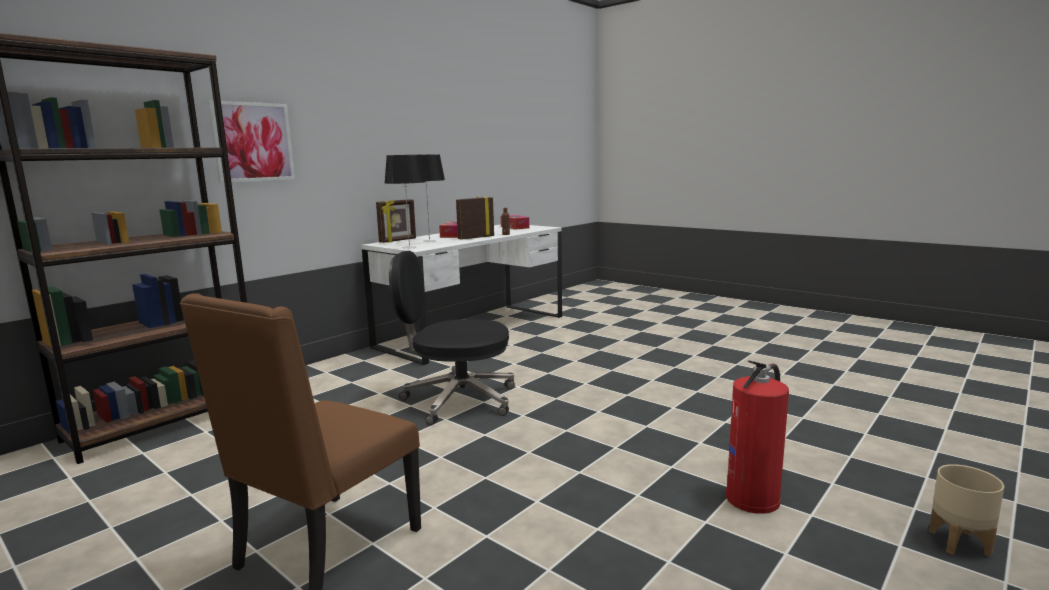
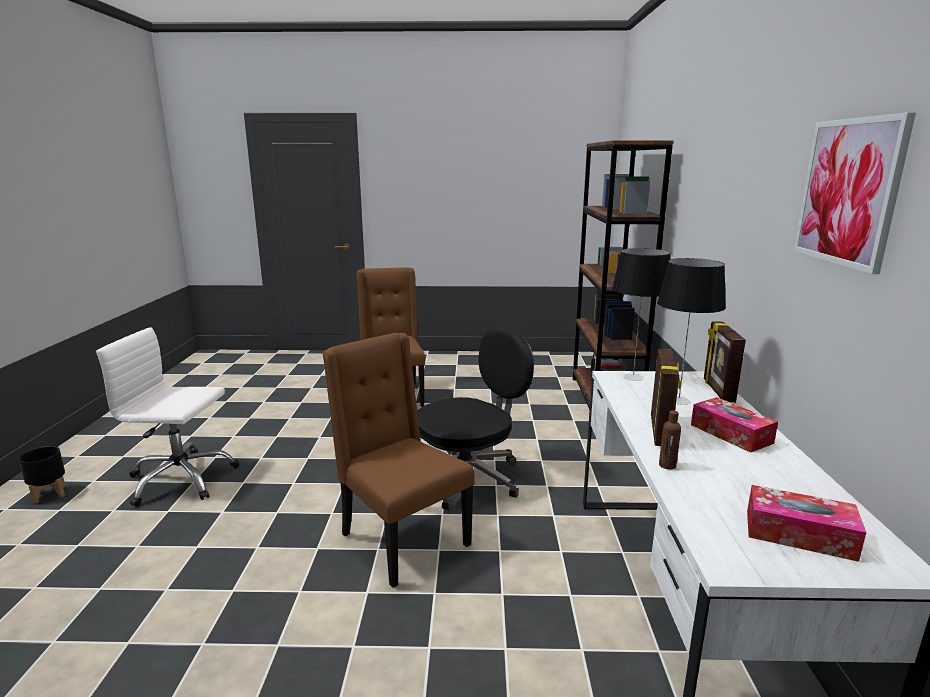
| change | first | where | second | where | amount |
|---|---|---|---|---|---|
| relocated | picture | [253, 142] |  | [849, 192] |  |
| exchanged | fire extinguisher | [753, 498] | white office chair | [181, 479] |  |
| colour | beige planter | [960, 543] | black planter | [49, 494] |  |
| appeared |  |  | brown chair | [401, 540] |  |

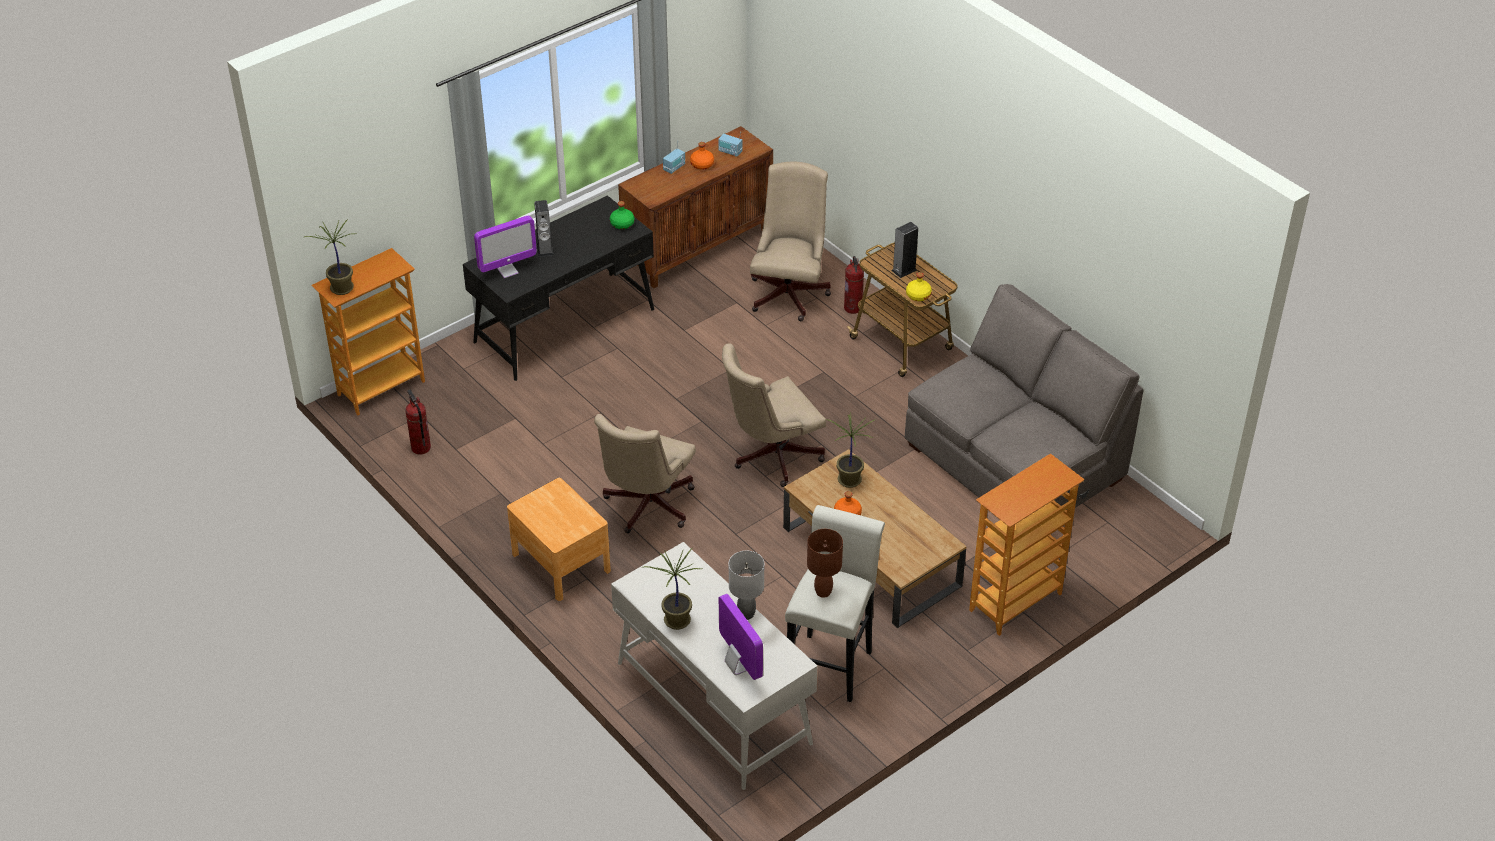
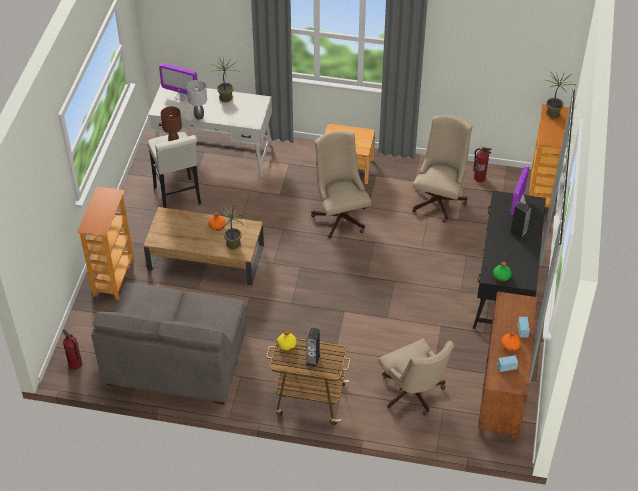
| change | first | where | second | where | amount |
|---|---|---|---|---|---|
| relocated | fire extinguisher | [853, 308] |  | [75, 364] |  |
| relocated | beige office chair | [771, 456] |  | [439, 199] |  |

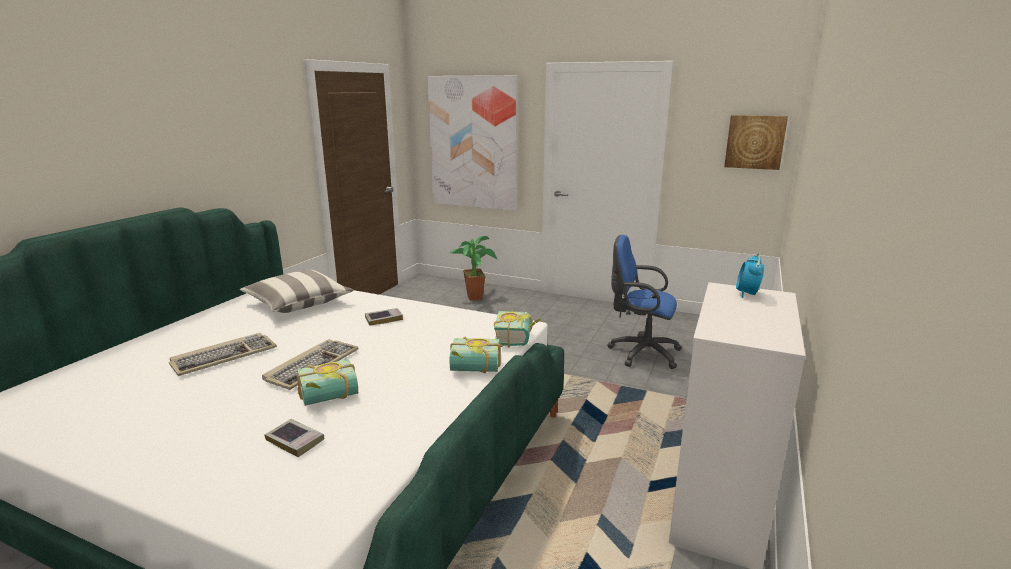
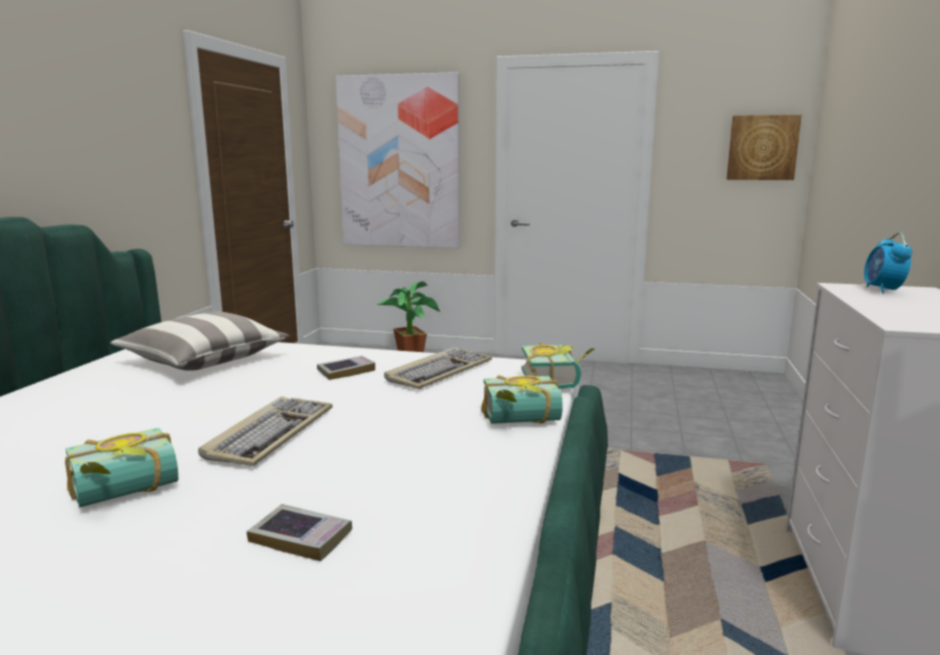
| change | first | where | second | where | amount |
|---|---|---|---|---|---|
| missing | blue office chair | [640, 352] |  |  |  |
| relocated | keyboard | [224, 356] |  | [439, 372] |  |
| relocated | book | [330, 398] |  | [127, 493] |  |

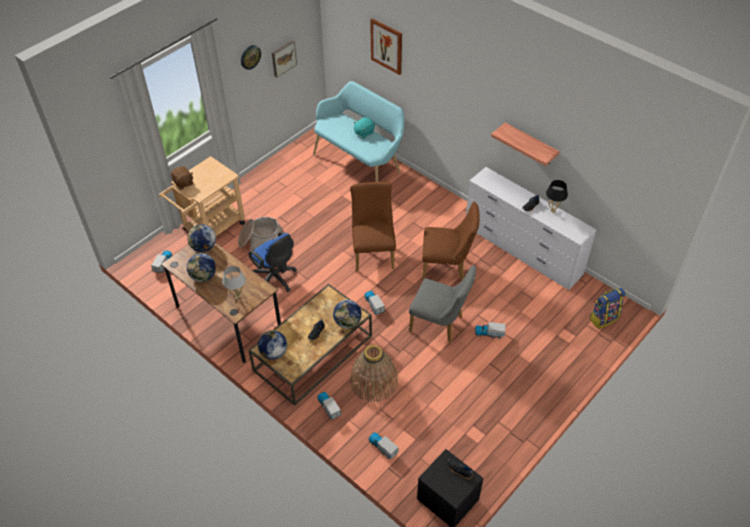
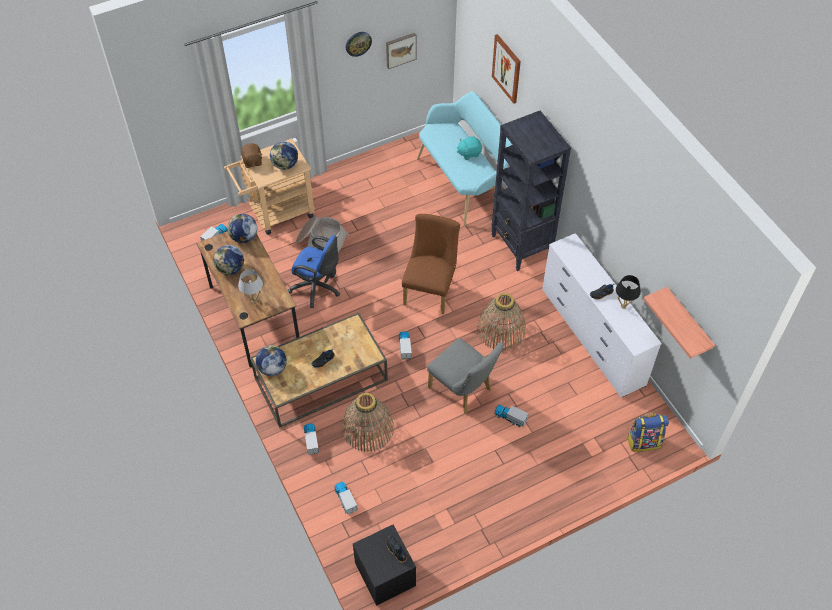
| change | first | where | second | where | amount |
|---|---|---|---|---|---|
| relocated | shelf | [530, 144] |  | [687, 322] |  |
| exchanged | brown chair | [447, 267] | basket | [501, 330] |  |
| spun | blue office chair | [275, 279] |  | [318, 288] | 45 degrees counterclockwise |
| relocated | globe | [348, 322] |  | [285, 165] |  |
| appeared |  |  | black bookcase | [521, 246] |  |

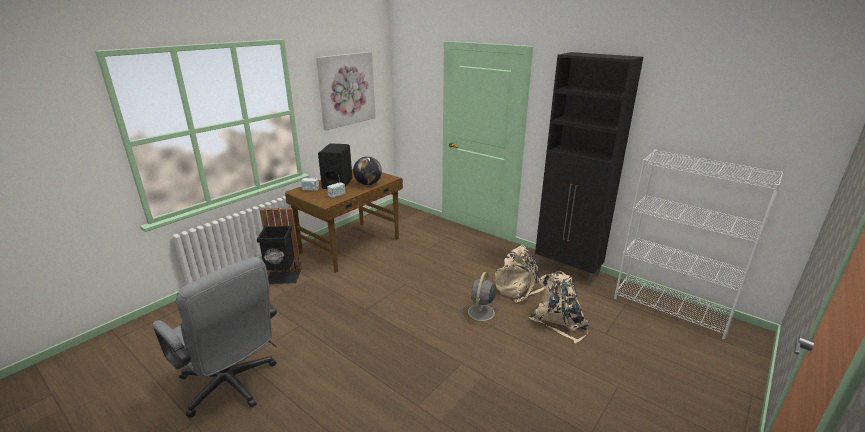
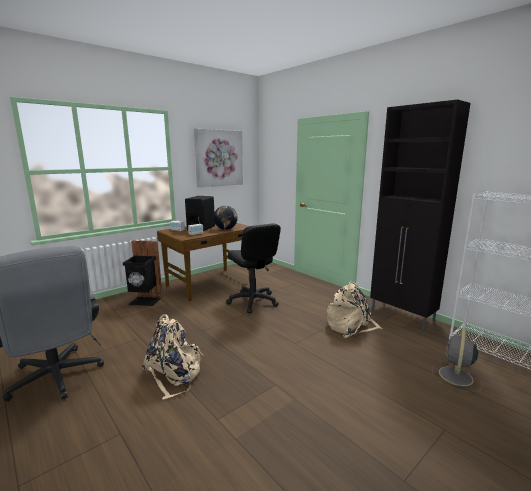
| change | first | where | second | where | amount |
|---|---|---|---|---|---|
| relocated | beige backpack | [559, 321] |  | [174, 374] |  |
| relocated | grey fan | [480, 313] |  | [455, 377] |  |
| appeared |  |  | black office chair | [253, 301] |  |

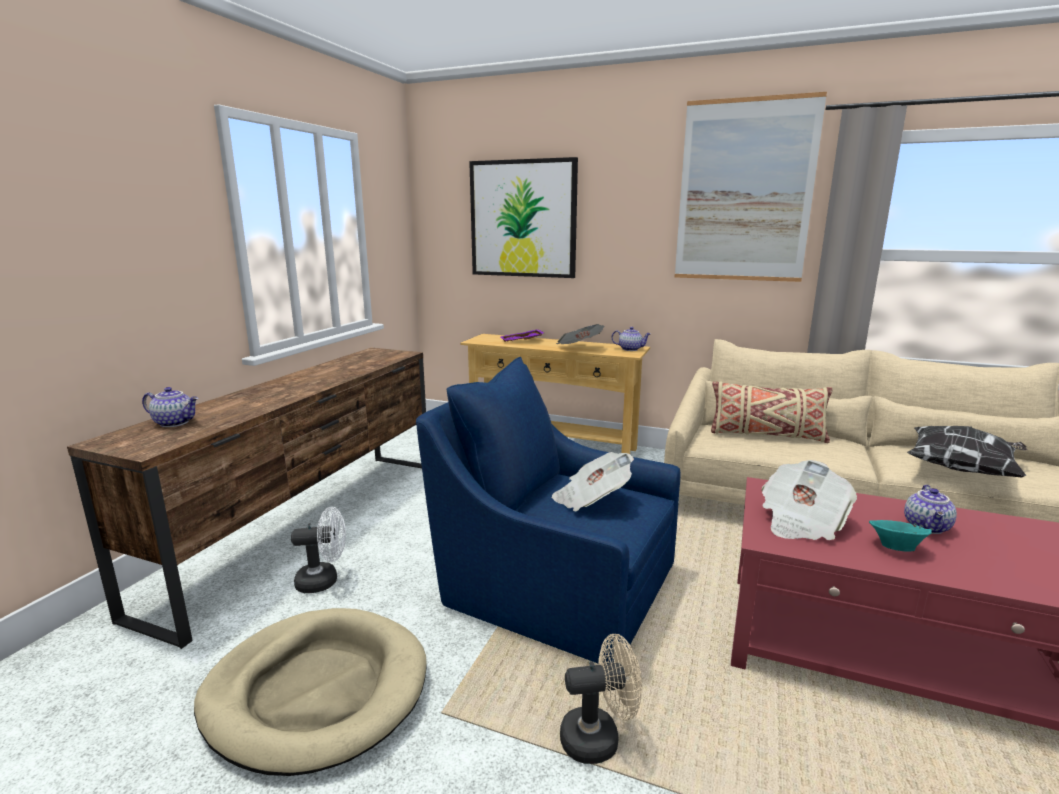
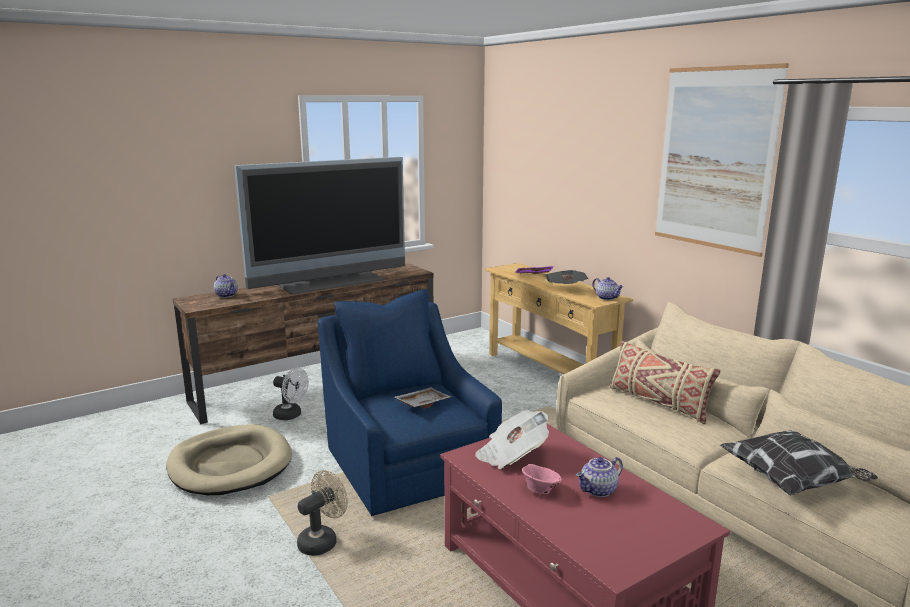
| change | first | where | second | where | amount |
|---|---|---|---|---|---|
| missing | picture | [523, 219] |  |  |  |
| exchanged | newspaper | [591, 499] | grey tray | [422, 403] |  |
| colour | turquoise bowl | [895, 548] | pink bowl | [540, 490] |  |
| spun | beige fan | [599, 738] |  | [322, 540] | 75 degrees counterclockwise |
| appeared |  |  | television | [332, 282] |  |

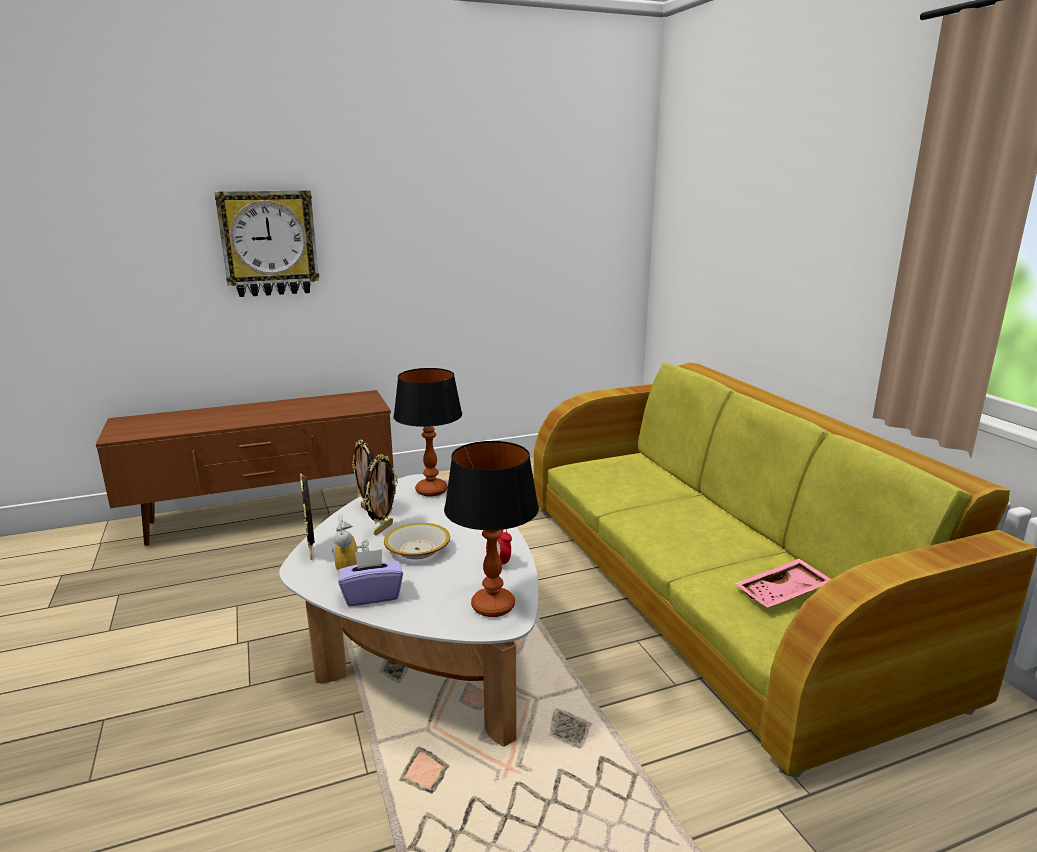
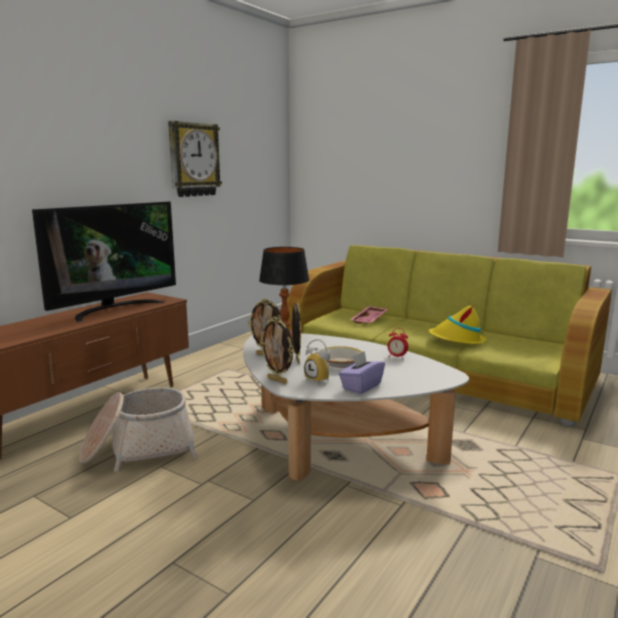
| change | first | where | second | where | amount |
|---|---|---|---|---|---|
| relocated | wall clock | [269, 243] |  | [193, 160] |  |
| missing | table lamp | [493, 606] |  |  |  |
| relocated | pink tray | [783, 594] |  | [370, 320] |  |
| appeared |  |  | television | [114, 309] |  |
| appeared |  |  | yellow hat | [457, 340] |  |
| appeared |  |  | basket | [139, 449] |  |

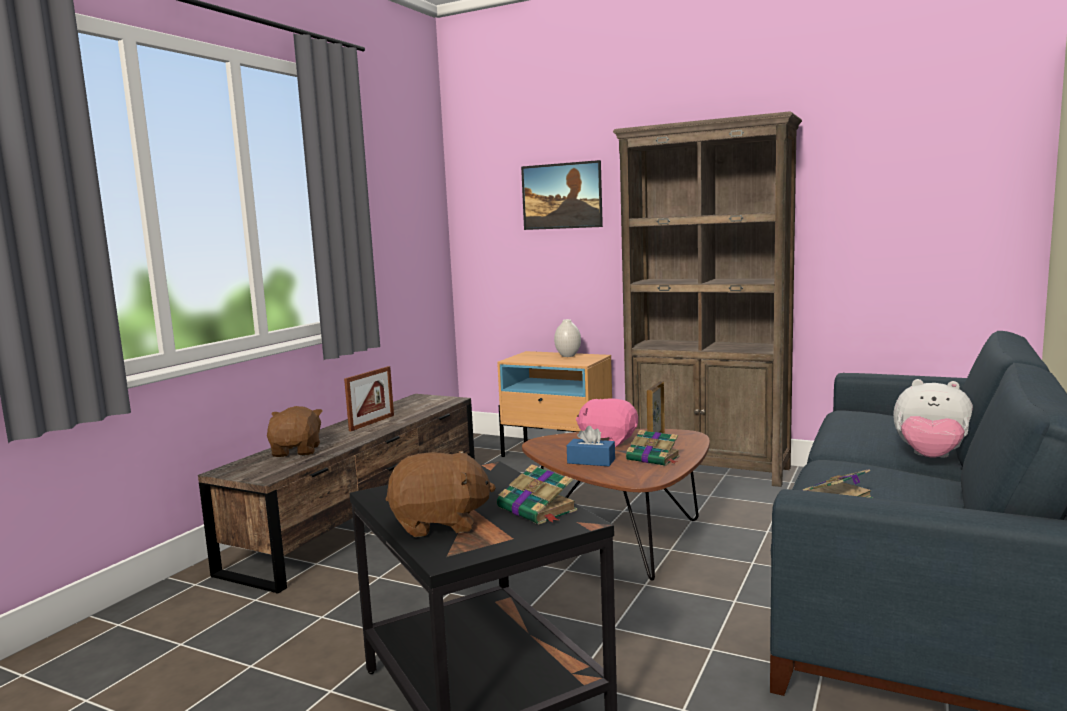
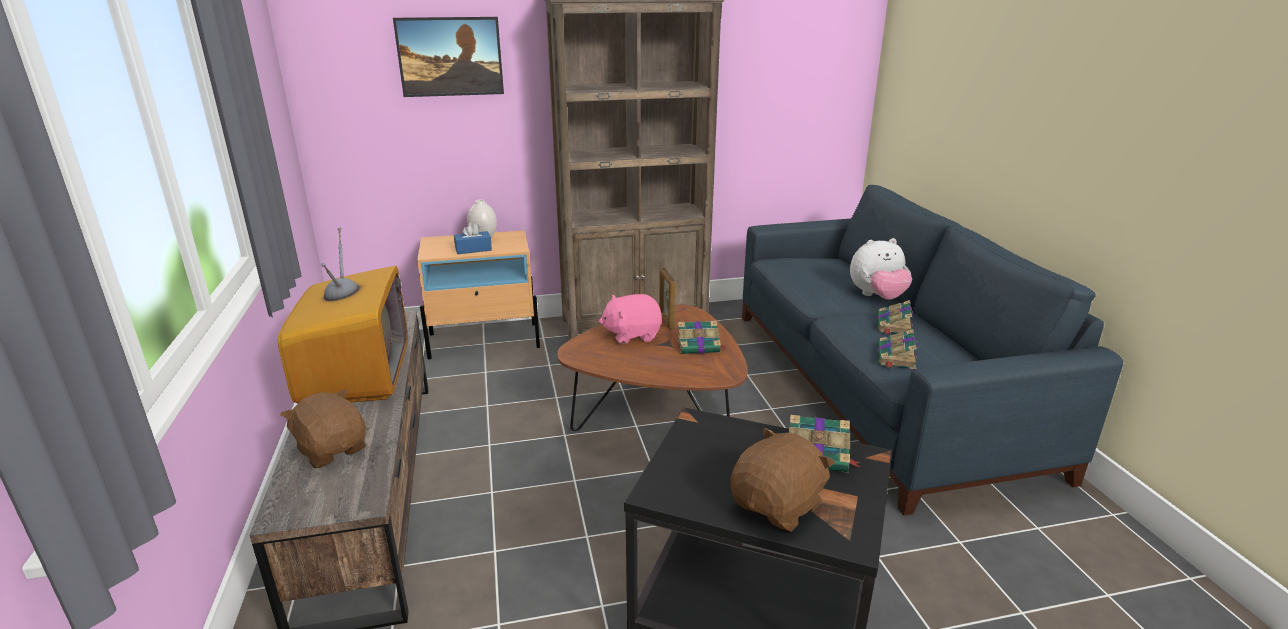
| change | first | where | second | where | amount |
|---|---|---|---|---|---|
| exchanged | picture frame | [372, 423] | television | [357, 377] |  |
| relocated | blue tissue box | [591, 461] |  | [473, 249] |  |
| appeared |  |  | book | [893, 326] |  |

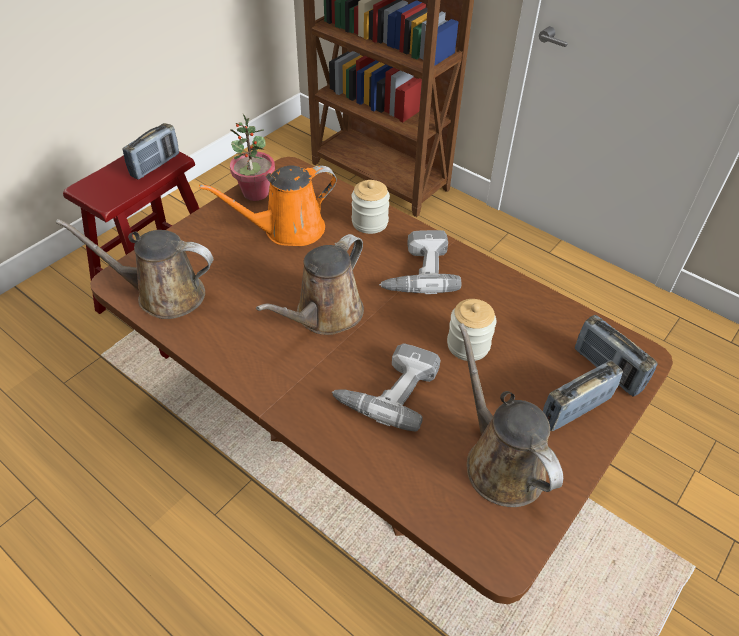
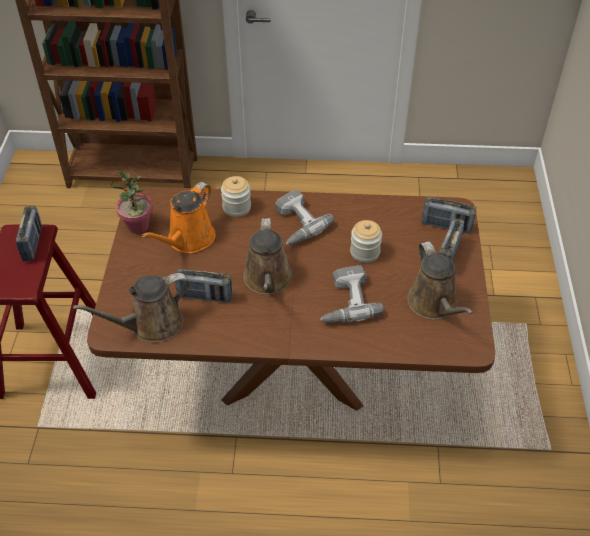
| change | first | where | second | where | amount |
|---|---|---|---|---|---|
| spun | brown watering can | [500, 462] |  | [434, 304] | 135 degrees counterclockwise |
| appeared |  |  | radio | [204, 296] |  |

